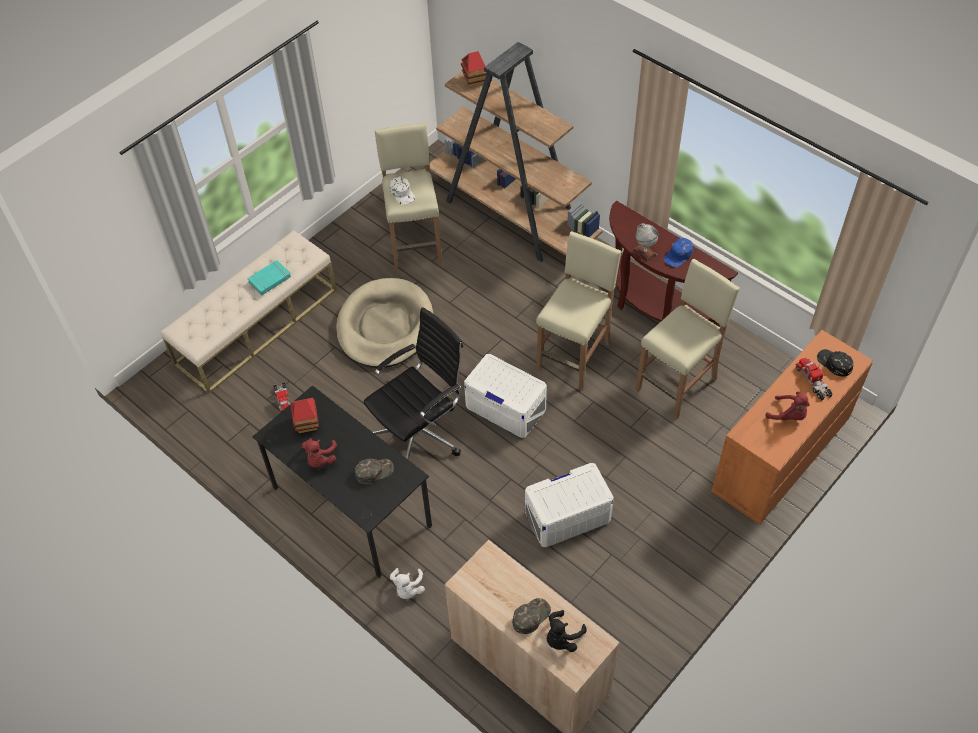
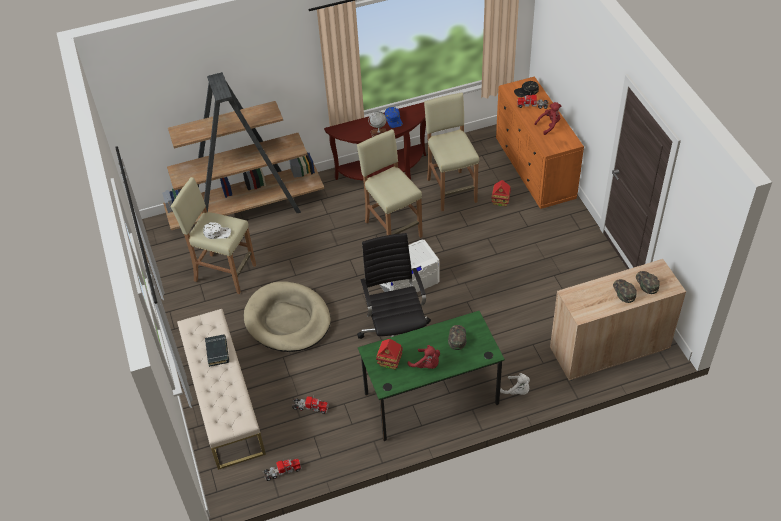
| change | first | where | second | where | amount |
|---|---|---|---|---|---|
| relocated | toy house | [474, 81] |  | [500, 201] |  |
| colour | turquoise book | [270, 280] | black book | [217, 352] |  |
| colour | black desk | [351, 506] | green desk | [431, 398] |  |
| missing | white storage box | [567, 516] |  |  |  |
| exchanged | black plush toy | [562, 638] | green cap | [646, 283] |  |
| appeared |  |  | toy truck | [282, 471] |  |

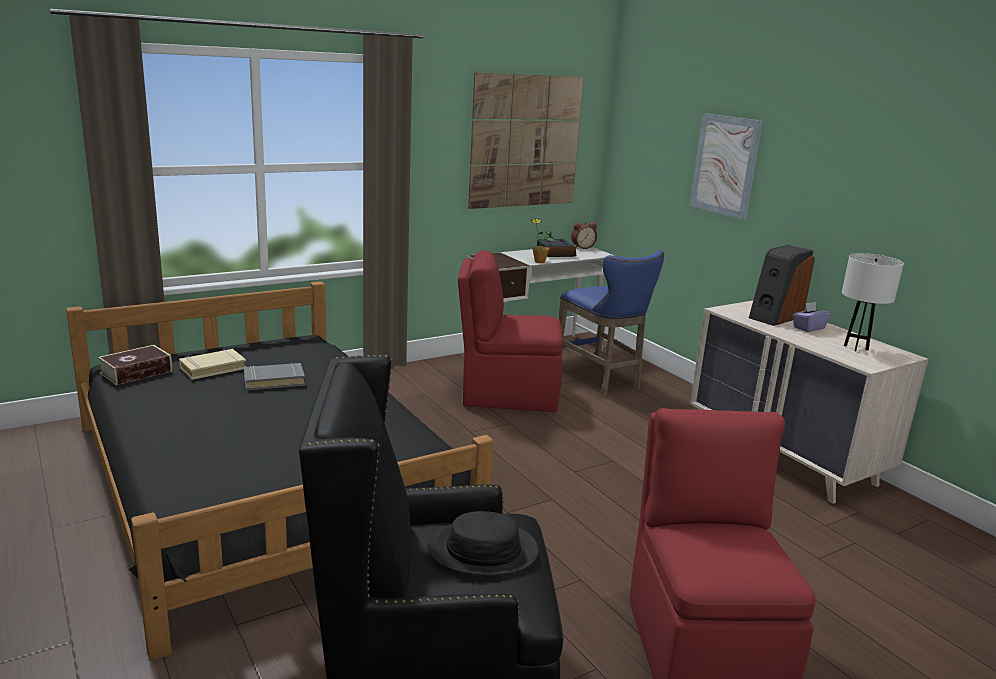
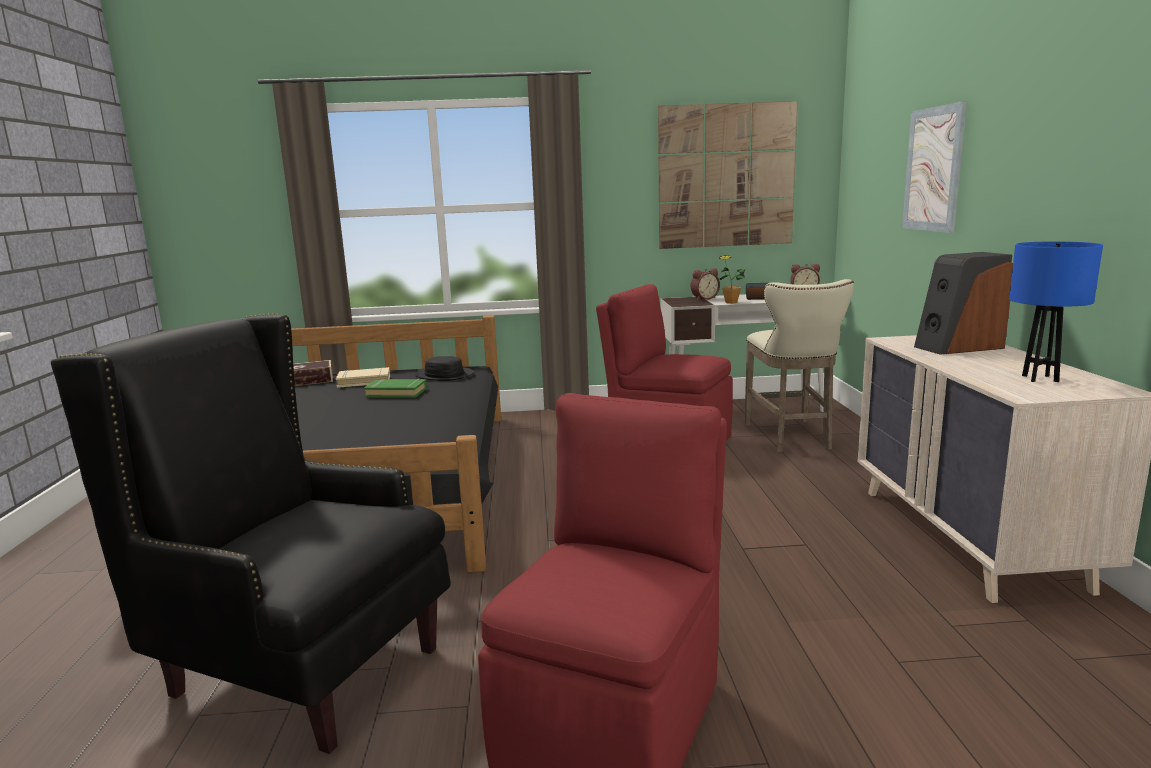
| change | first | where | second | where | amount |
|---|---|---|---|---|---|
| colour | blue stool | [600, 381] | beige stool | [790, 438] |  |
| colour | white table lamp | [856, 348] | blue table lamp | [1040, 379] |  |
| missing | purple tissue box | [808, 328] |  |  |  |
| colour | grey book | [274, 381] | green book | [396, 392] |  |
| relocated | black hat | [483, 550] |  | [444, 375] |  |
| appeared |  |  | alarm clock | [704, 298] |  |

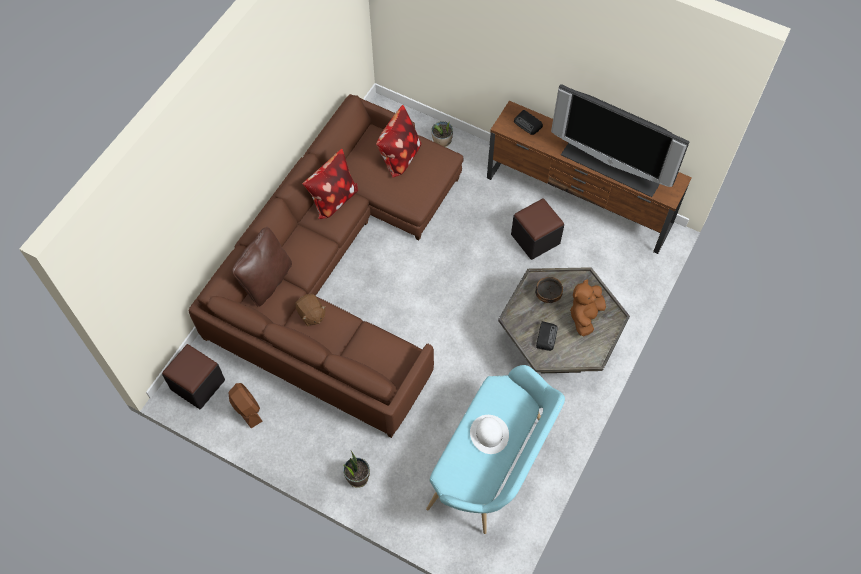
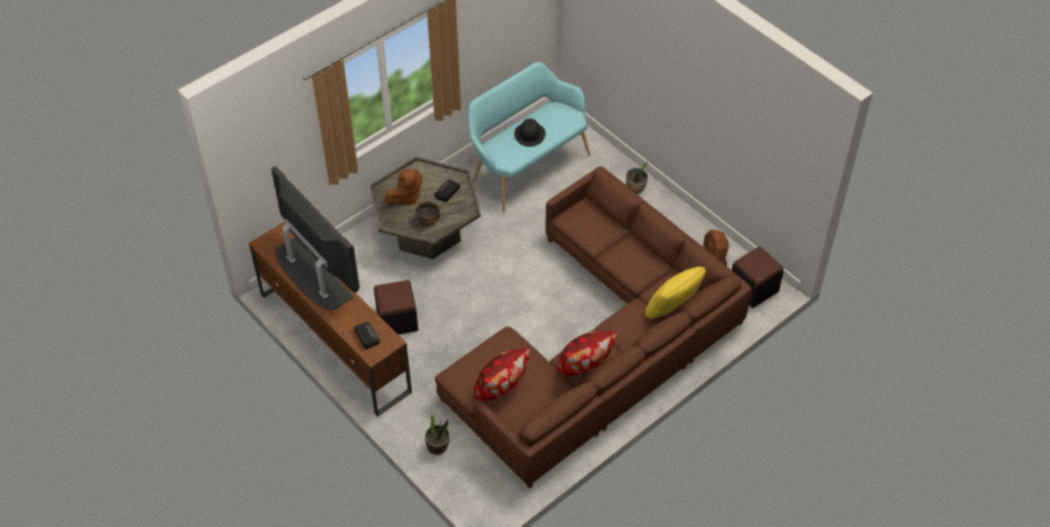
| change | first | where | second | where | amount |
|---|---|---|---|---|---|
| colour | brown pillow | [267, 281] | yellow pillow | [672, 309] |  |
| missing | brown plush toy | [311, 315] |  |  |  |
| colour | white hat | [489, 434] | black hat | [529, 134] |  |

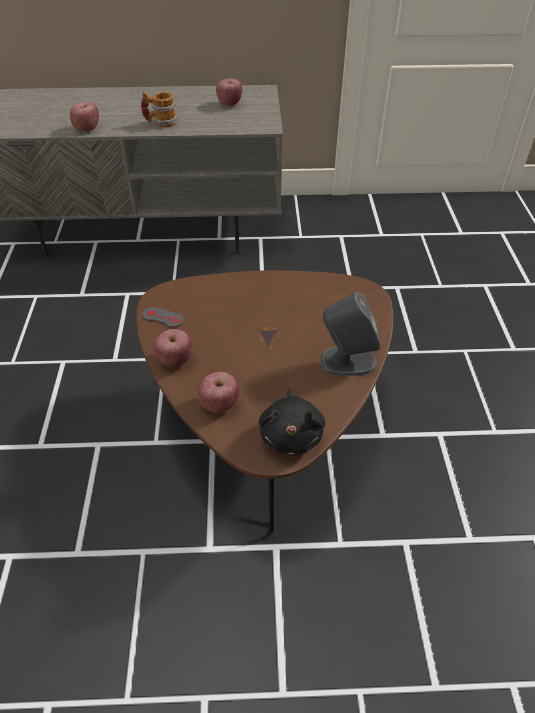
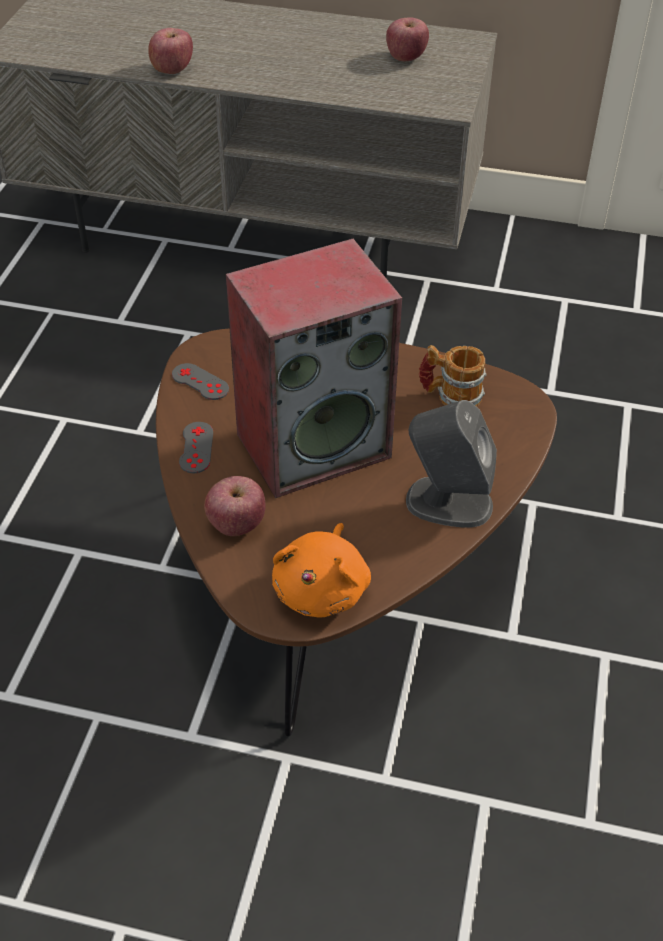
| change | first | where | second | where | amount |
|---|---|---|---|---|---|
| relocated | mug | [160, 122] |  | [450, 396] |  |
| exchanged | apple | [175, 360] | grey game controller | [196, 447] |  |
| colour | black plush toy | [291, 434] | orange plush toy | [322, 589] |  |
| appeared |  |  | speaker | [314, 443] |  |

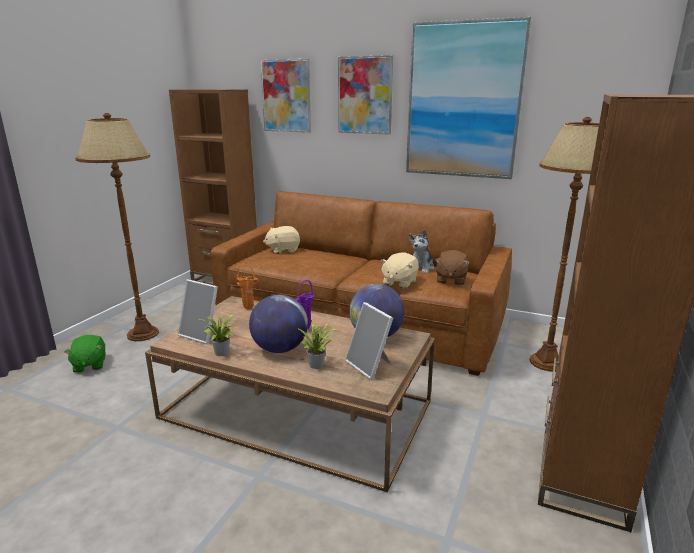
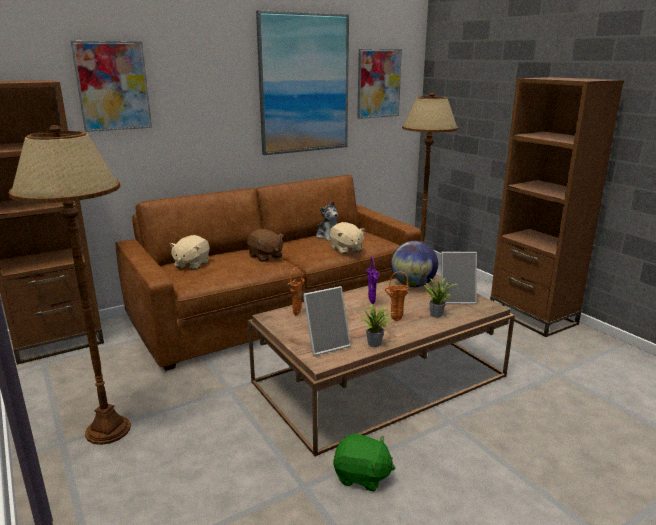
| change | first | where | second | where | amount |
|---|---|---|---|---|---|
| relocated | picture | [365, 95] |  | [378, 83] |  |
| relocated | brown plush toy | [450, 280] |  | [265, 257] |  |
| exchanged | globe | [280, 349] | orange vase | [395, 320] |  |
| relocated | green plush toy | [89, 365] |  | [362, 476] |  |

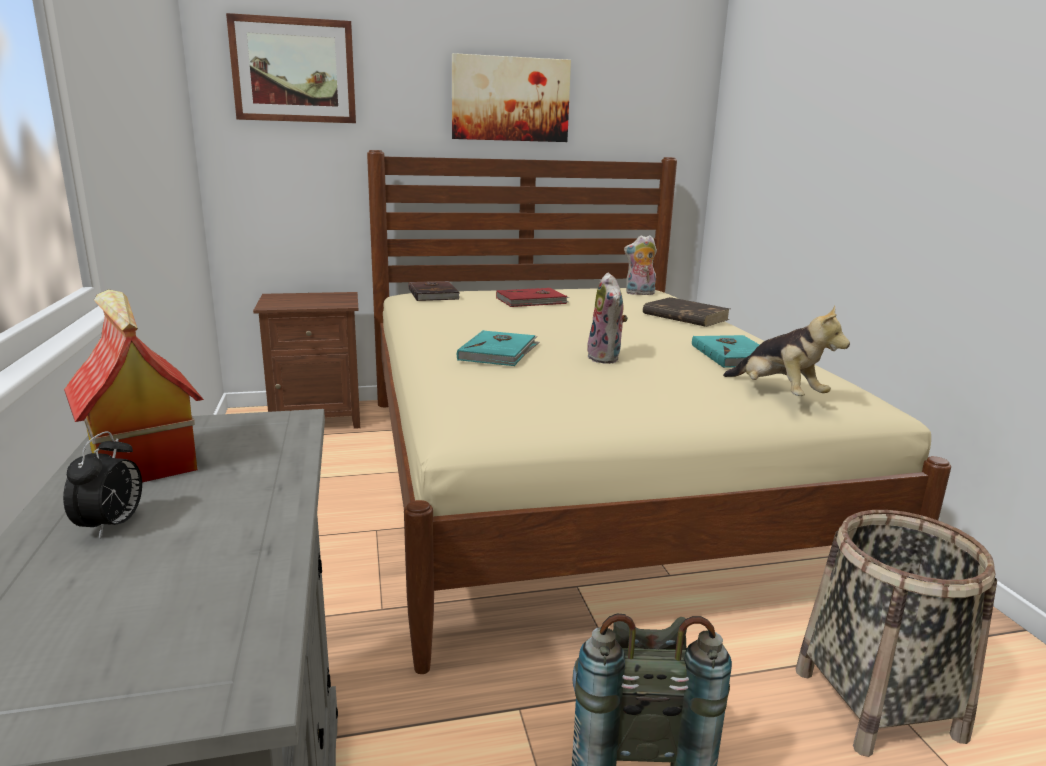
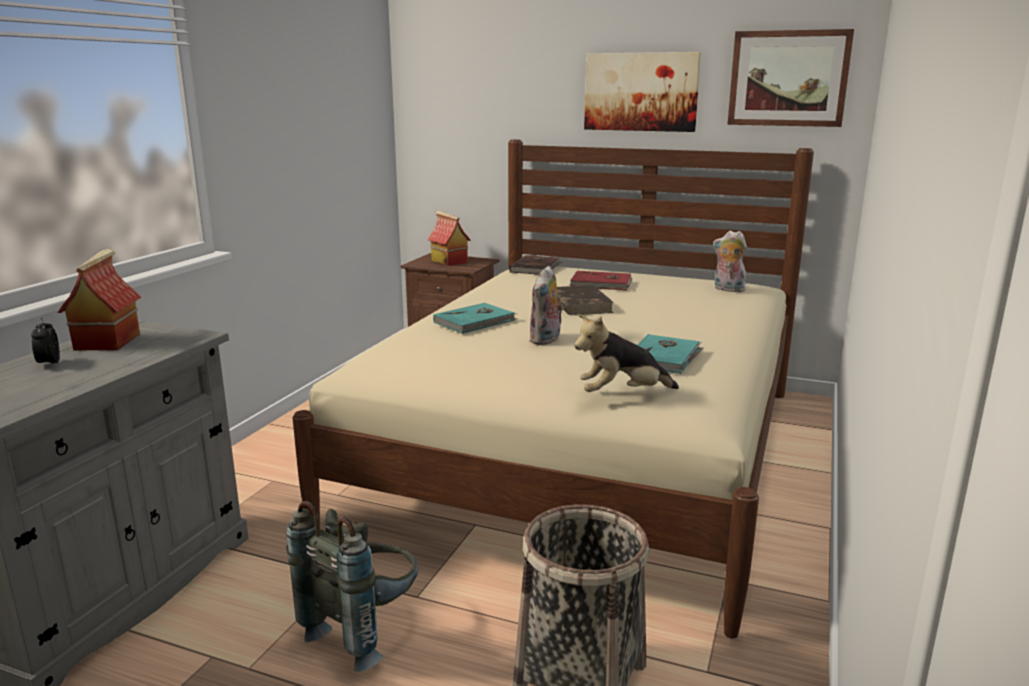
| change | first | where | second | where | amount |
|---|---|---|---|---|---|
| relocated | picture | [294, 70] |  | [788, 78] |  |
| relocated | brown book | [684, 316] |  | [579, 304] |  |
| spun | plush toy | [777, 394] |  | [622, 394] | 75 degrees clockwise |
| spun | alarm clock | [112, 526] |  | [49, 364] | 120 degrees clockwise |
| appeared |  |  | toy house | [448, 261] |  |

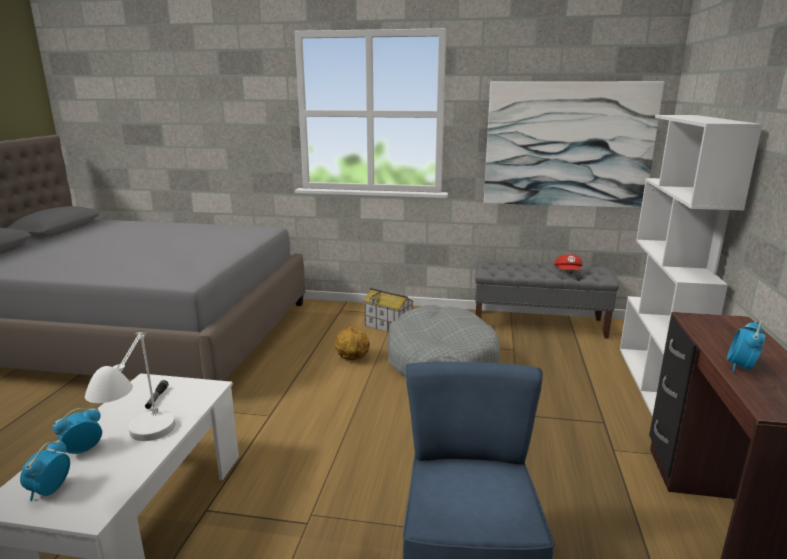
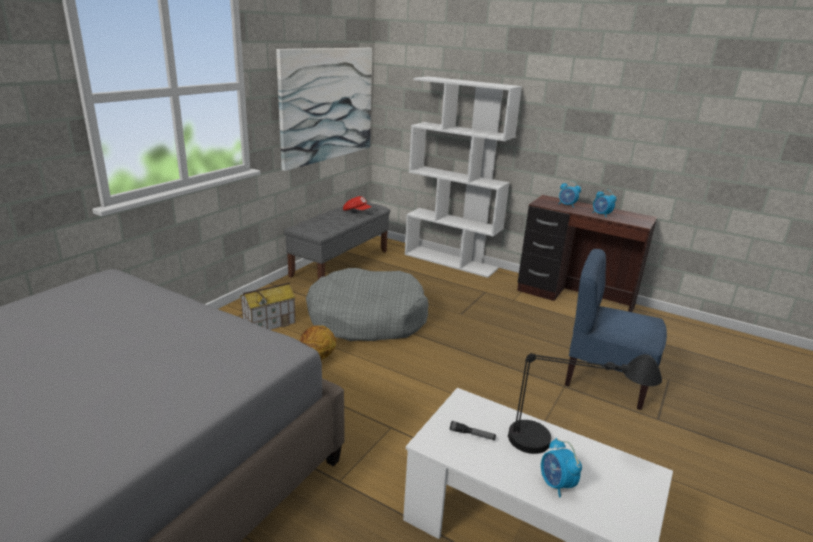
| change | first | where | second | where | amount |
|---|---|---|---|---|---|
| colour | white table lamp | [143, 452] | black table lamp | [567, 445] |  |
| relocated | alarm clock | [49, 490] |  | [567, 205] |  |

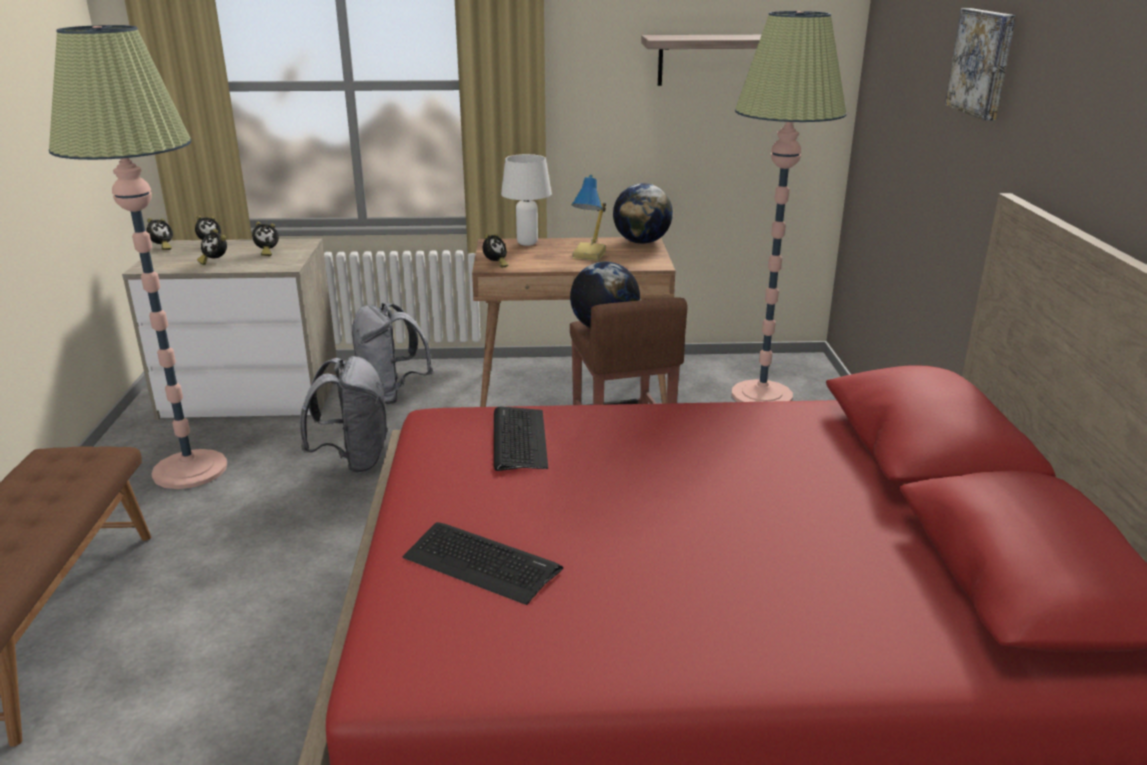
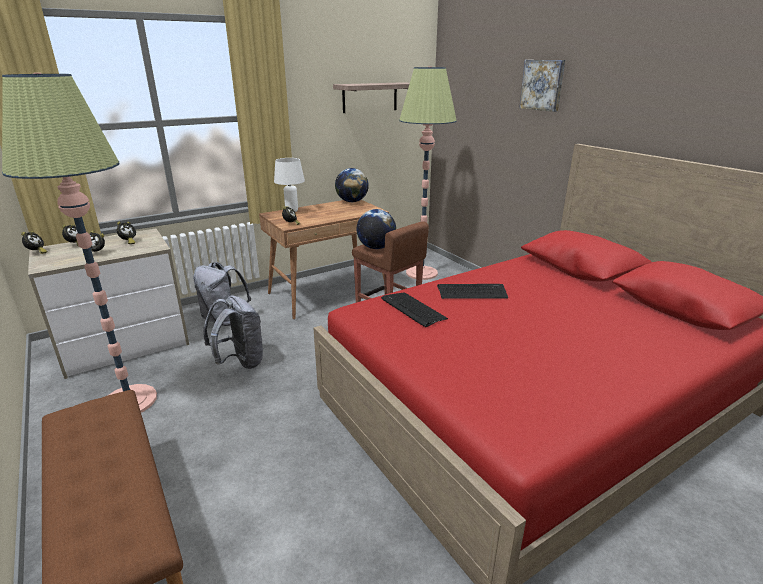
| change | first | where | second | where | amount |
|---|---|---|---|---|---|
| missing | table lamp | [590, 255] |  |  |  |
| relocated | keyboard | [481, 563] |  | [472, 292] |  |

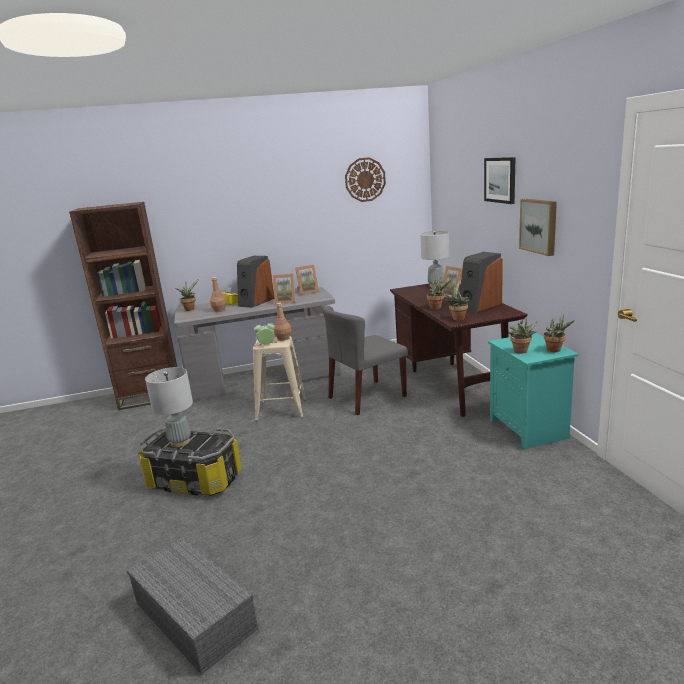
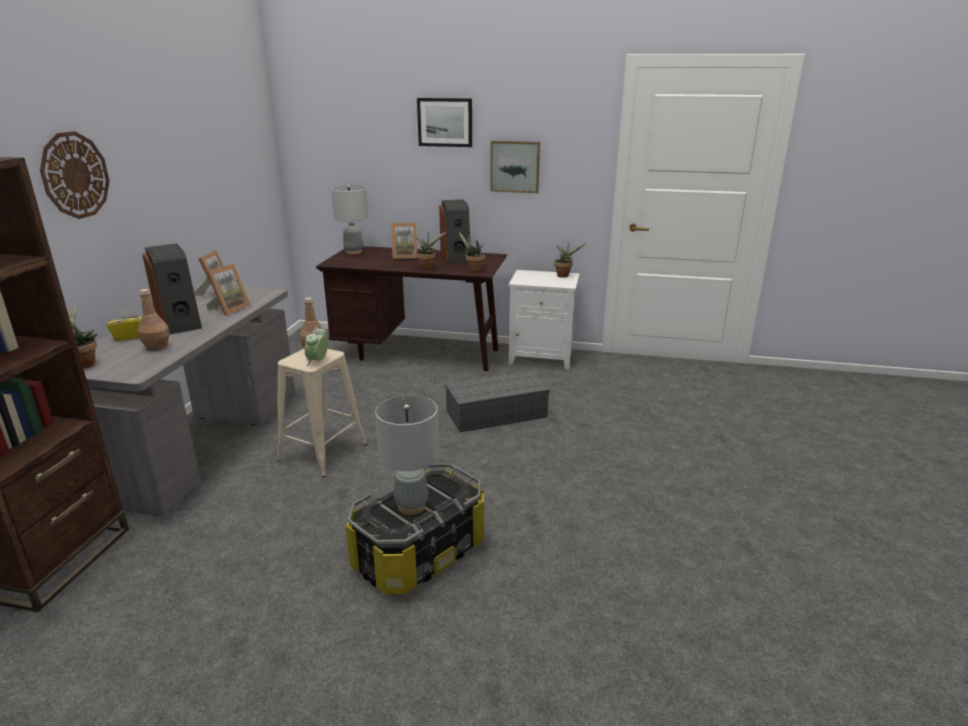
| change | first | where | second | where | amount |
|---|---|---|---|---|---|
| relocated | wall clock | [365, 179] |  | [75, 175] |  |
| missing | grey chair | [366, 397] |  |  |  |
| missing | potted plant | [521, 352] |  |  |  |
| colour | turquoise nightstand | [530, 430] | white nightstand | [542, 357] |  |
| relocated | grey storage box | [197, 615] |  | [497, 413] |  |

